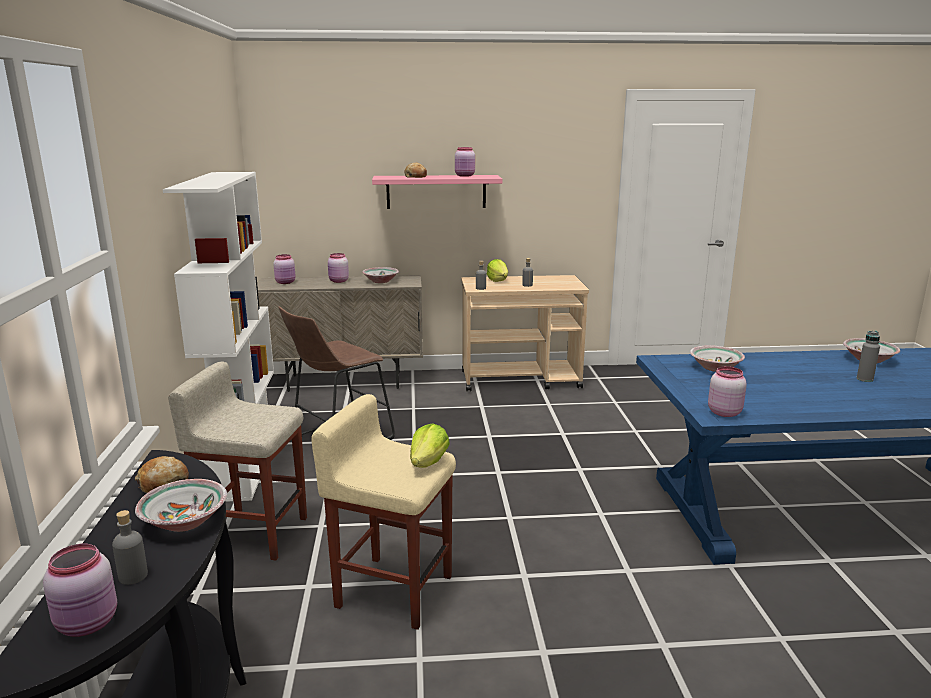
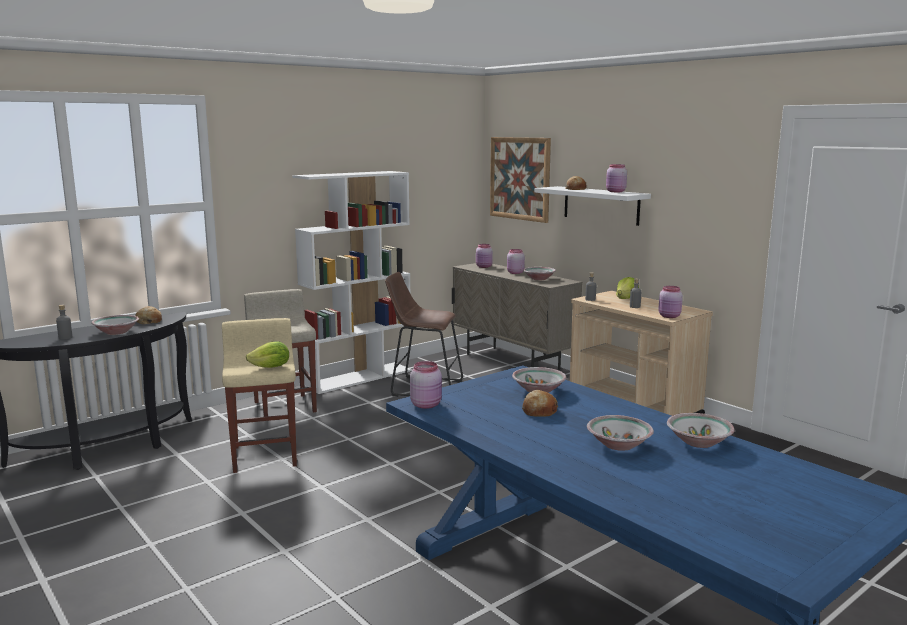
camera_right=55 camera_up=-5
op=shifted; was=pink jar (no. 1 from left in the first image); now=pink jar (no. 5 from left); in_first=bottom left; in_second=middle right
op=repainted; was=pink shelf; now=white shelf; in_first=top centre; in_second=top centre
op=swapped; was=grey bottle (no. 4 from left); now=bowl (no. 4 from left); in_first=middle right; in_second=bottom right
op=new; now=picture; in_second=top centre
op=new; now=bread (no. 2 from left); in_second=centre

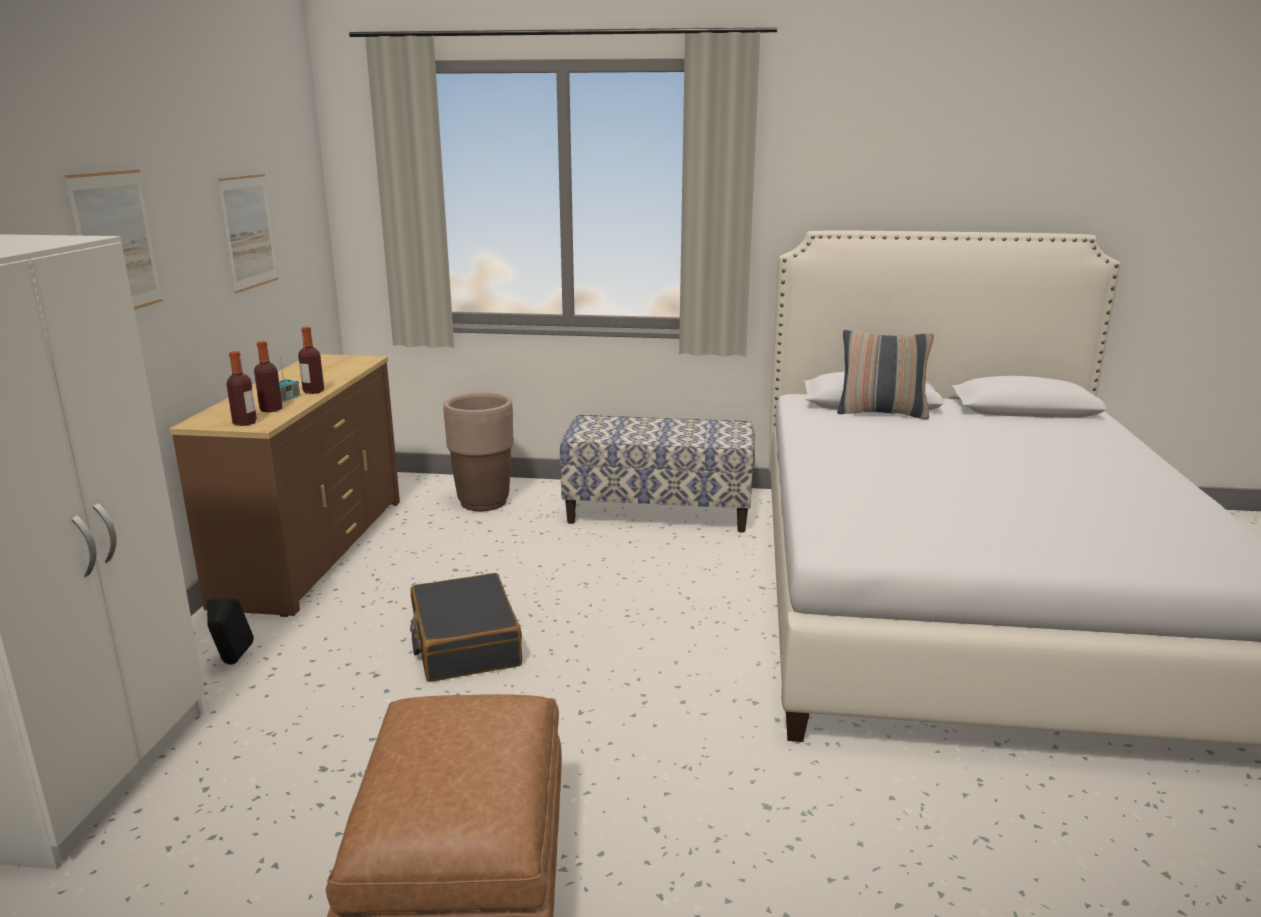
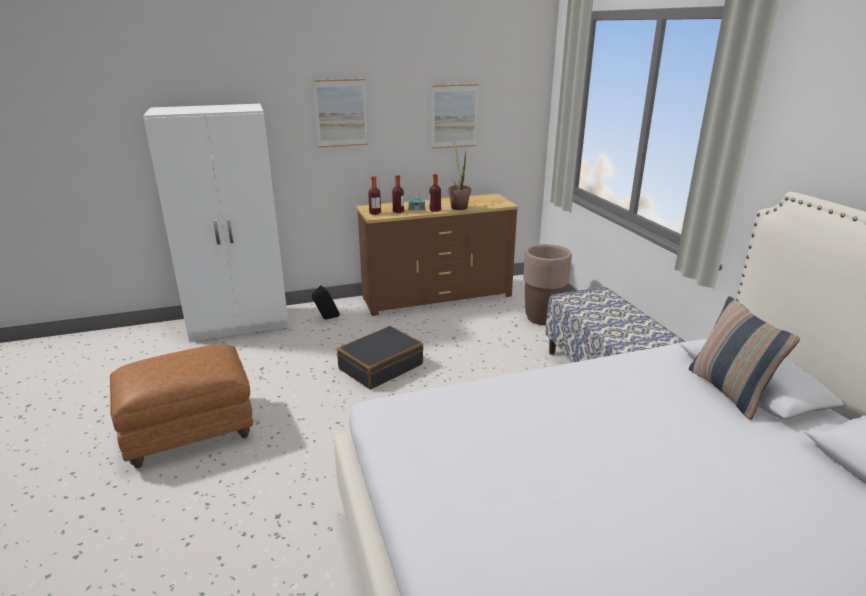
camera_right=65 camera_up=5
op=new; now=potted plant; in_second=top centre

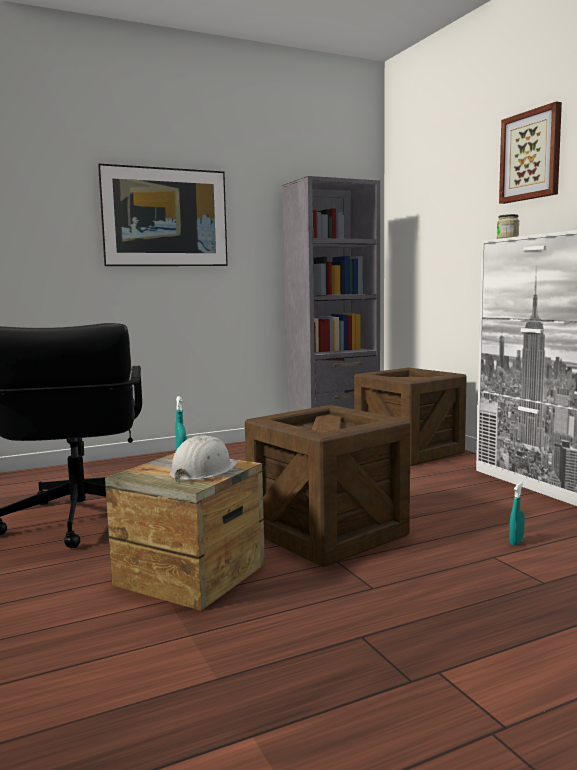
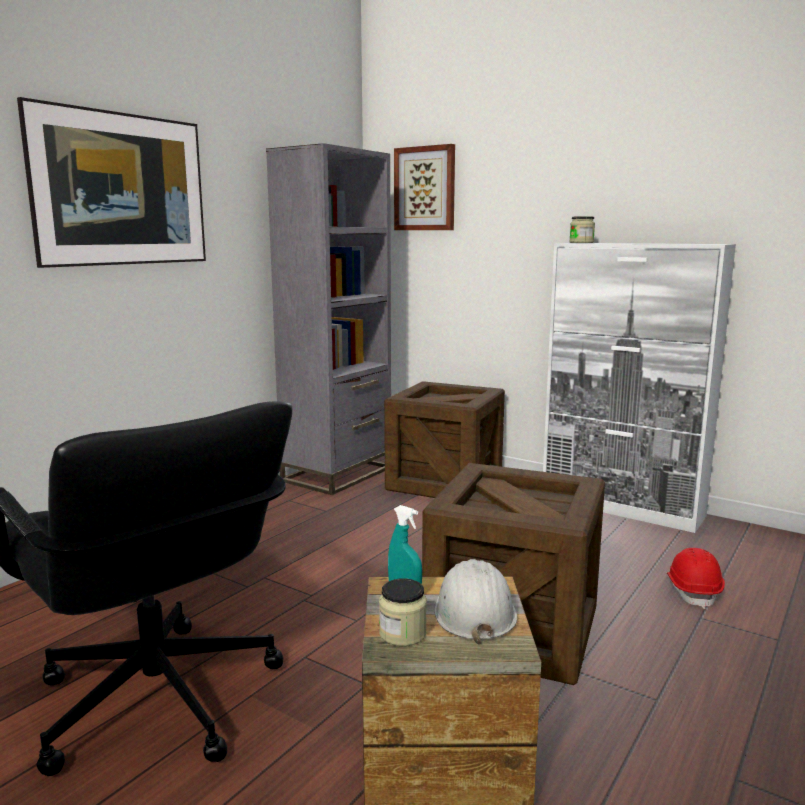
camera_right=-30 camera_up=5
op=shifted; was=picture (no. 2 from left); in_first=top right; in_second=top centre
op=swapped; was=turquoise spray bottle (no. 2 from left); now=red hard hat; in_first=bottom right; in_second=bottom right
op=new; now=jar (no. 1 from left); in_second=bottom centre

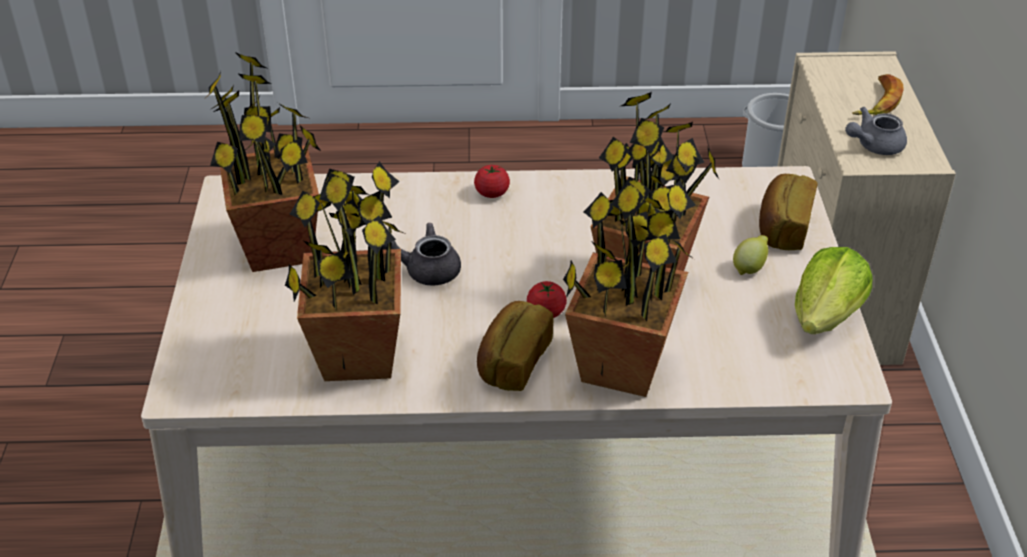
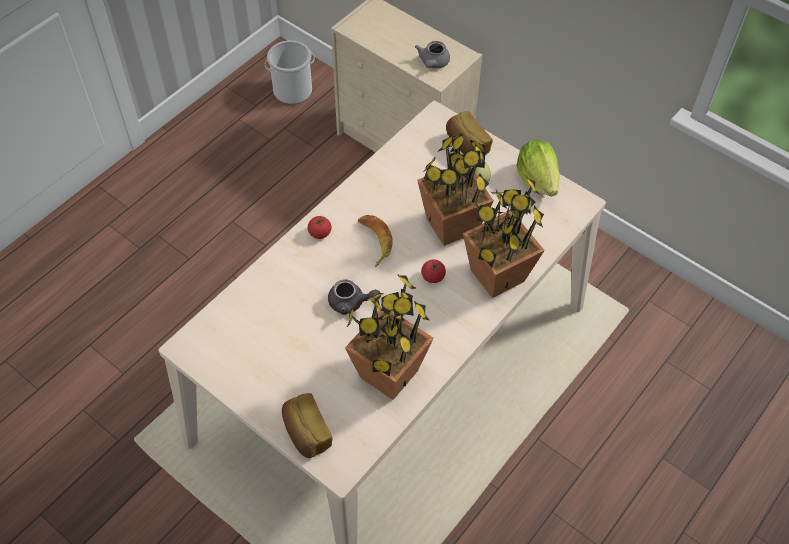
camera_right=-50 camera_up=15
op=gone; was=potted plant (no. 1 from left); in_first=top left
op=rotated; was=grey teapot (no. 1 from left); in_first=centre; in_second=centre; clockwise=-120
op=shifted; was=bread (no. 1 from left); in_first=centre; in_second=bottom centre
op=shifted; was=banana; in_first=top right; in_second=centre

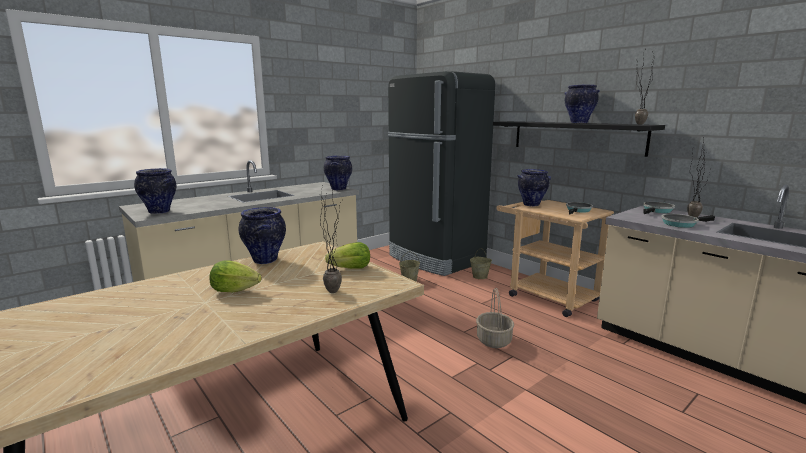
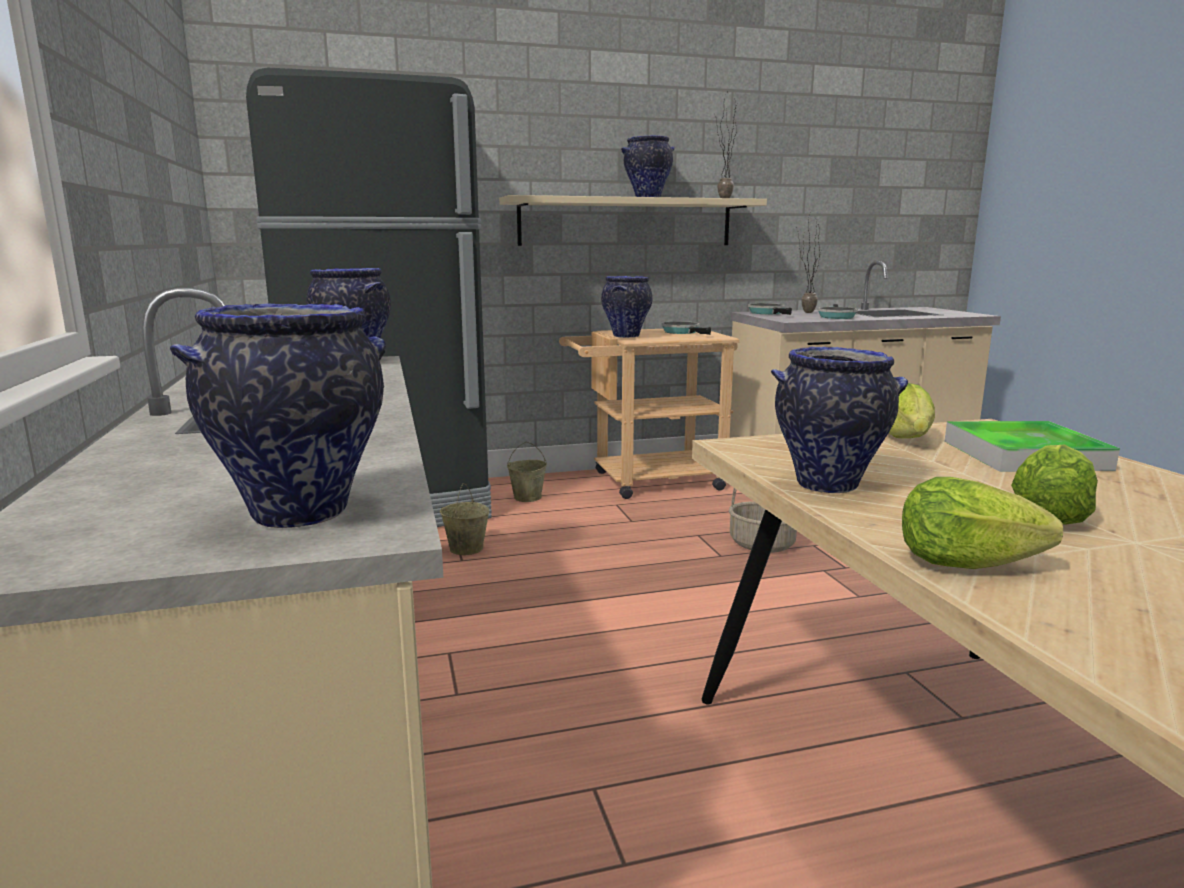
camera_right=-65 camera_up=0
op=swapped; was=potted plant (no. 1 from left); now=tray; in_first=centre; in_second=middle right
op=repainted; was=black shelf; now=beige shelf; in_first=top right; in_second=top centre
op=new; now=lettuce (no. 2 from left); in_second=middle right

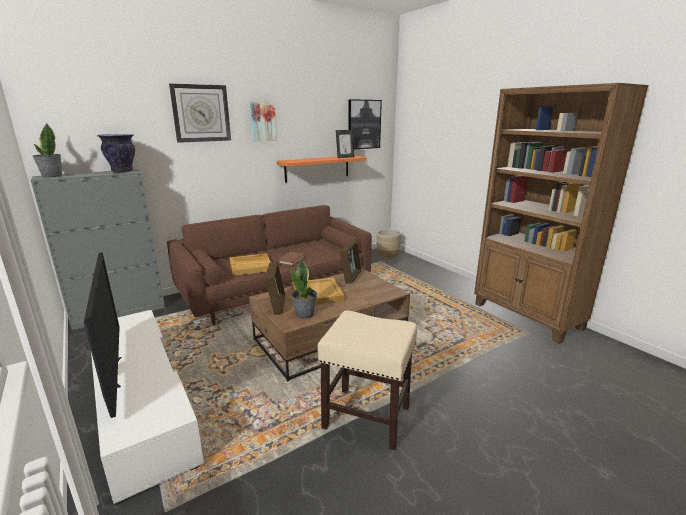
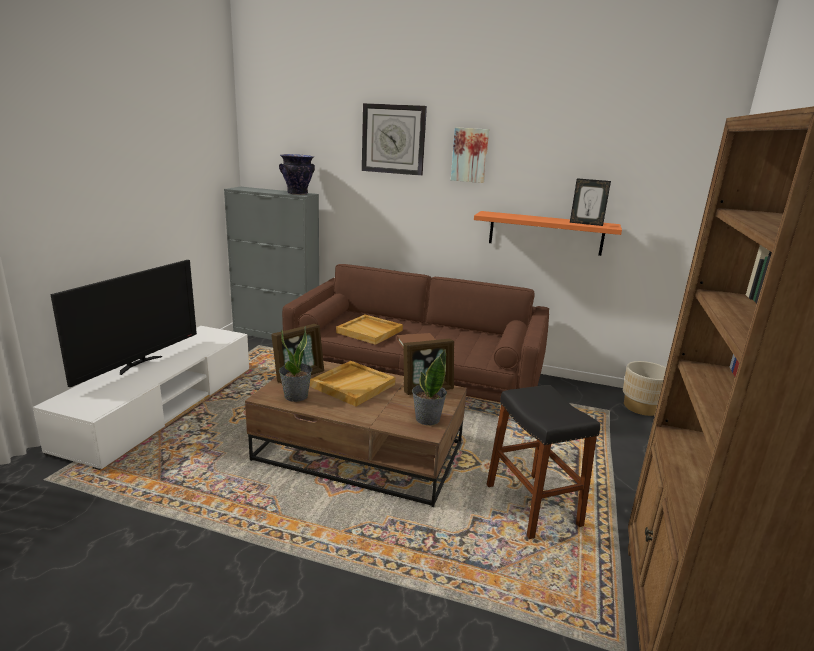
camera_right=50 camera_up=0
op=shifted; was=potted plant (no. 1 from left in the first image); now=potted plant (no. 2 from left); in_first=top left; in_second=centre
op=gone; was=beige stool; in_first=bottom centre
op=gone; was=picture (no. 2 from left); in_first=top centre
op=new; now=black stool; in_second=bottom right

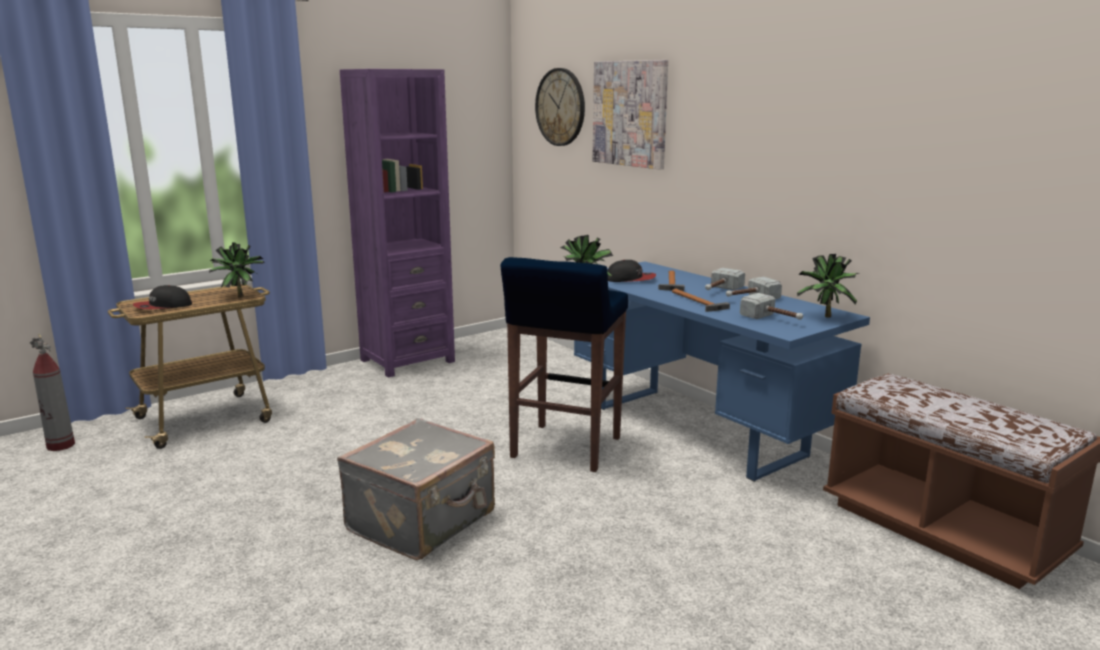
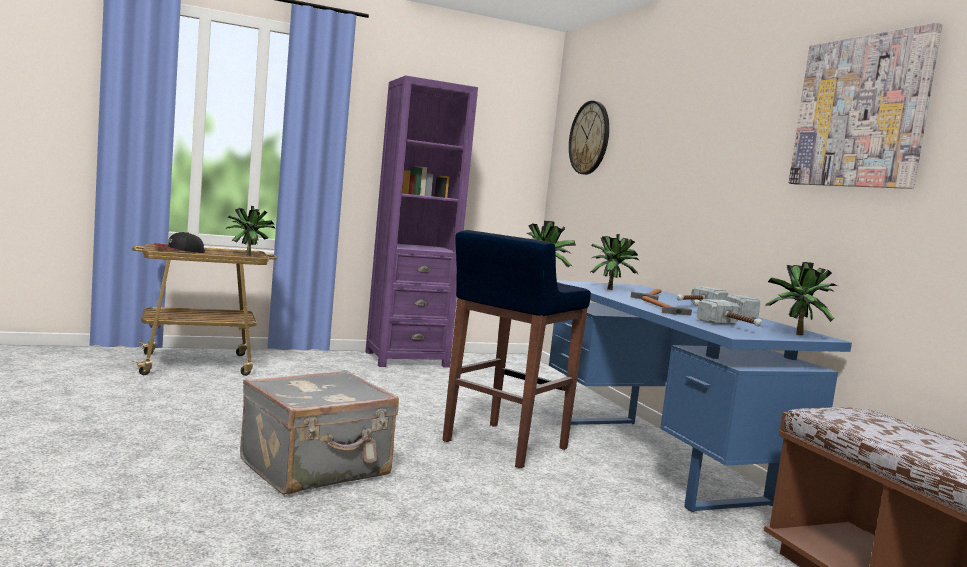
camera_right=15 camera_up=-10
op=gone; was=fire extinguisher; in_first=middle left
op=shifted; was=picture; in_first=top centre; in_second=top right
op=swapped; was=cap (no. 2 from left); now=potted plant (no. 3 from left); in_first=centre; in_second=centre

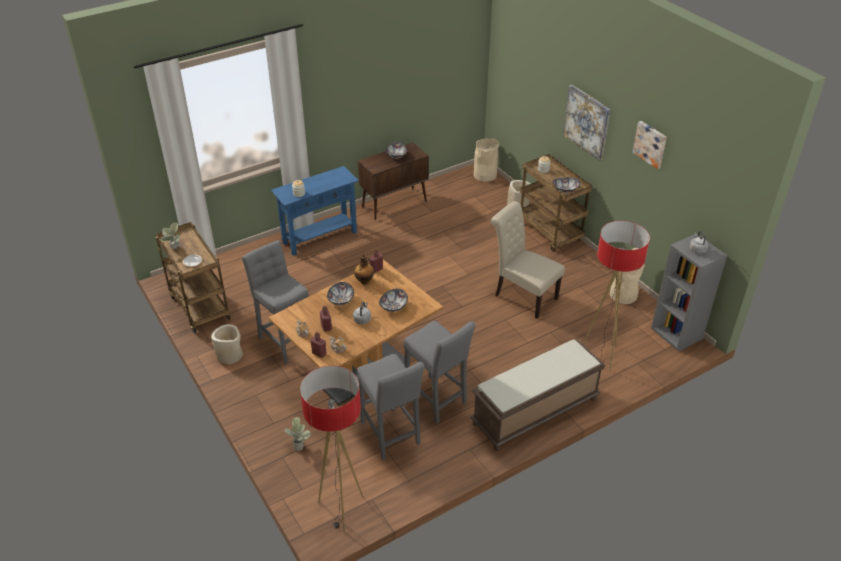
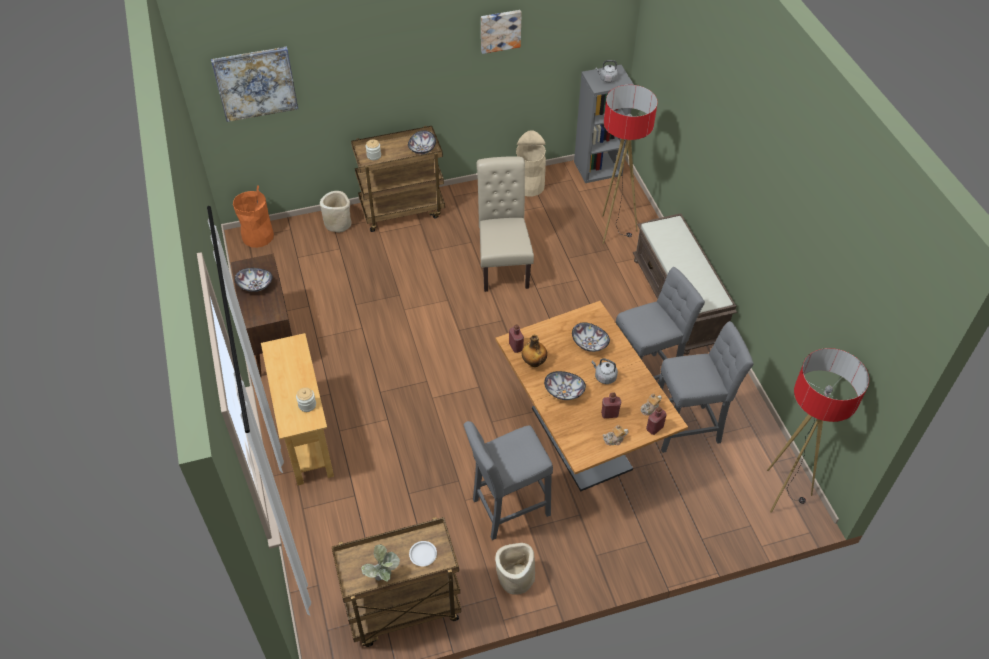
camera_right=-75 camera_up=10
op=repainted; was=blue console table; now=beige console table; in_first=centre; in_second=middle left
op=gone; was=potted plant (no. 2 from left); in_first=bottom centre
op=repainted; was=beige trash can (no. 1 from left); now=orange trash can; in_first=top centre; in_second=top left
op=rotated; was=beige chair; in_first=centre; in_second=centre; clockwise=120
op=shifted; was=picture (no. 1 from left); in_first=top right; in_second=top left

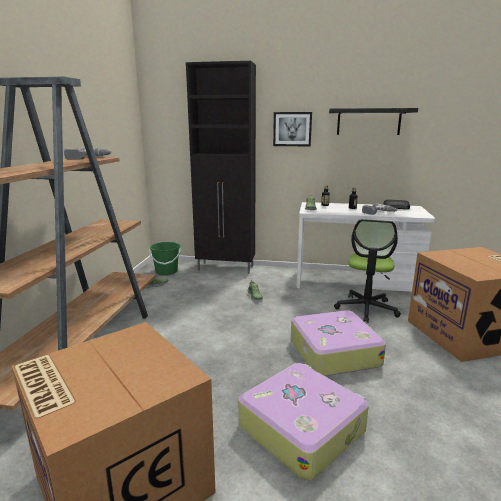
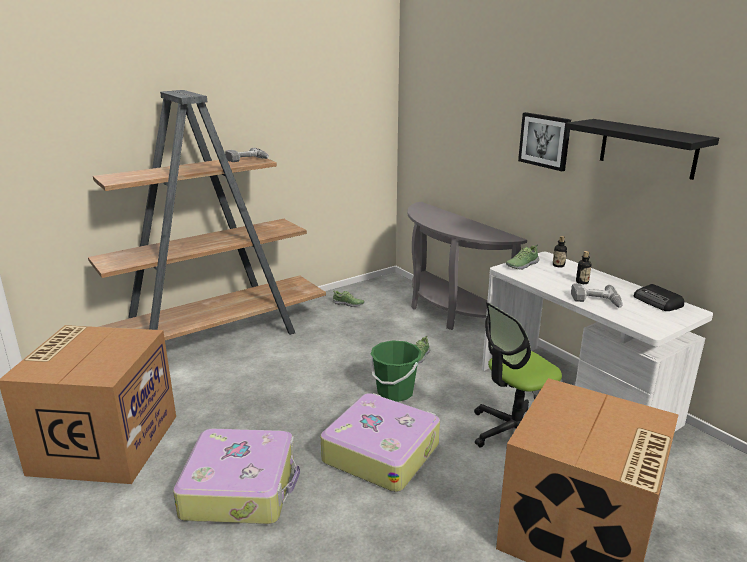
camera_right=45 camera_up=5
op=shifted; was=green bucket; in_first=middle left; in_second=centre
op=swapped; was=black cabinet; now=grey console table; in_first=centre; in_second=centre

